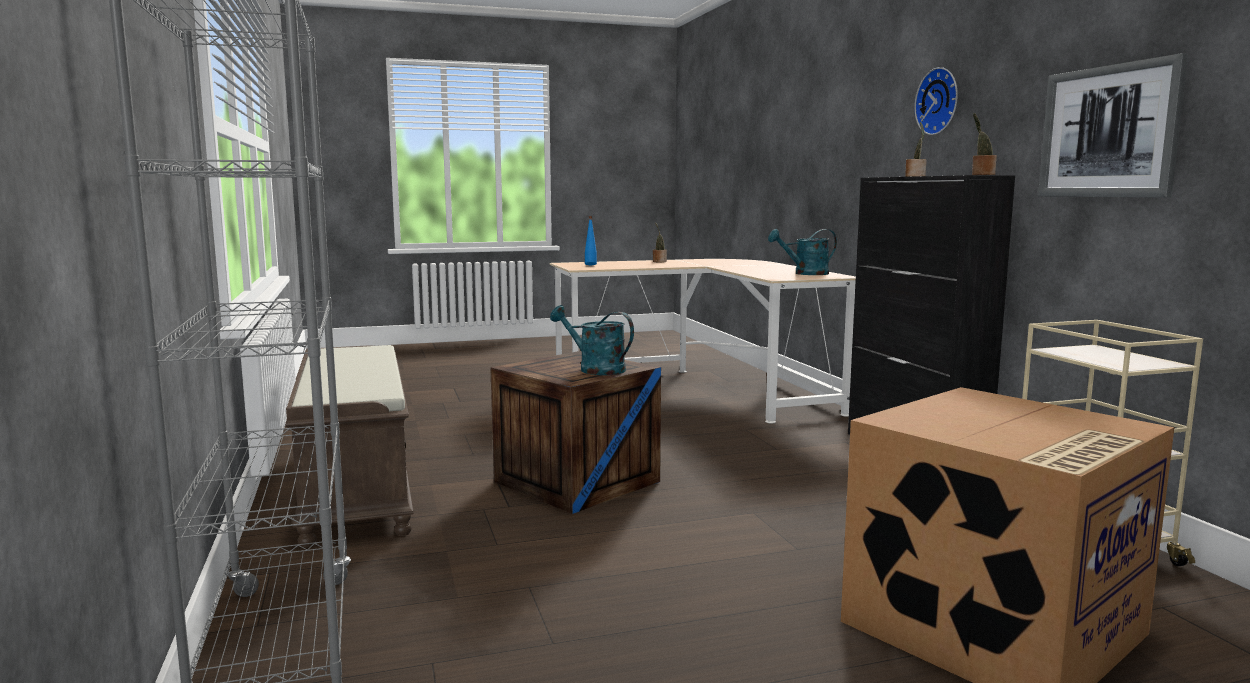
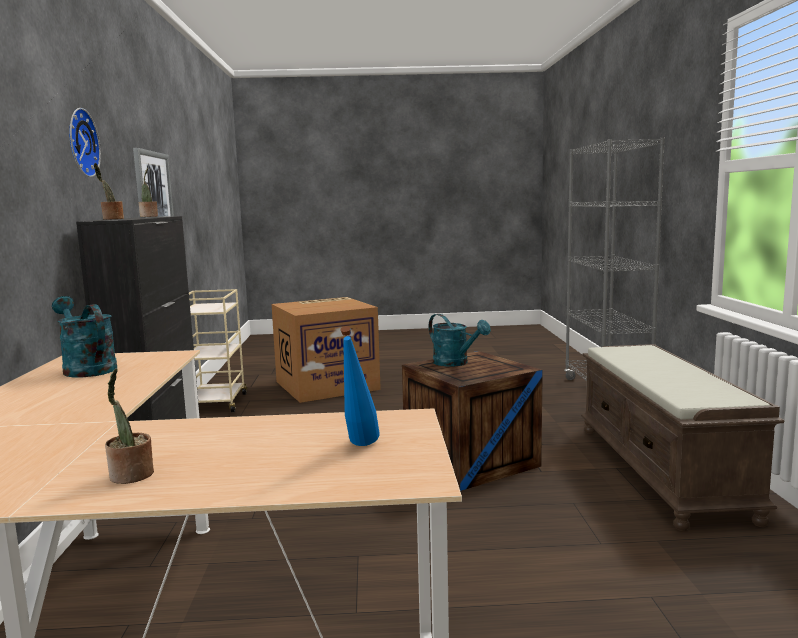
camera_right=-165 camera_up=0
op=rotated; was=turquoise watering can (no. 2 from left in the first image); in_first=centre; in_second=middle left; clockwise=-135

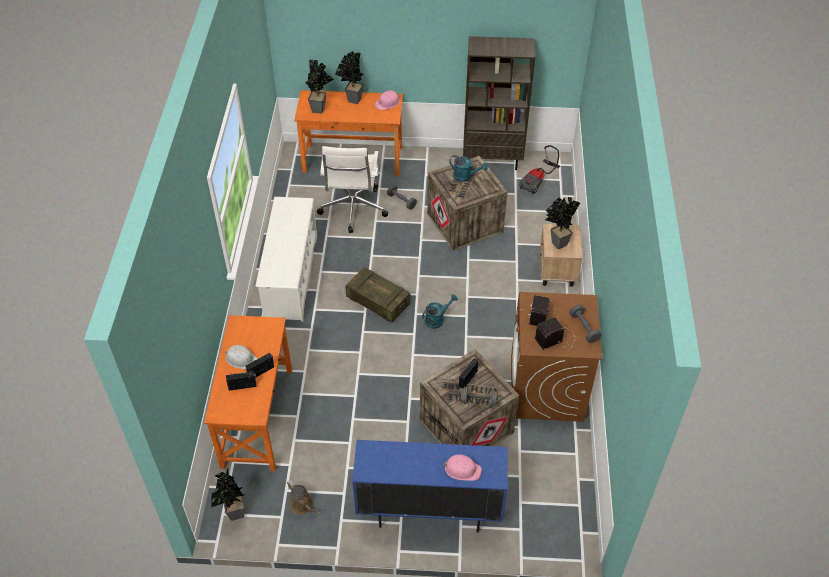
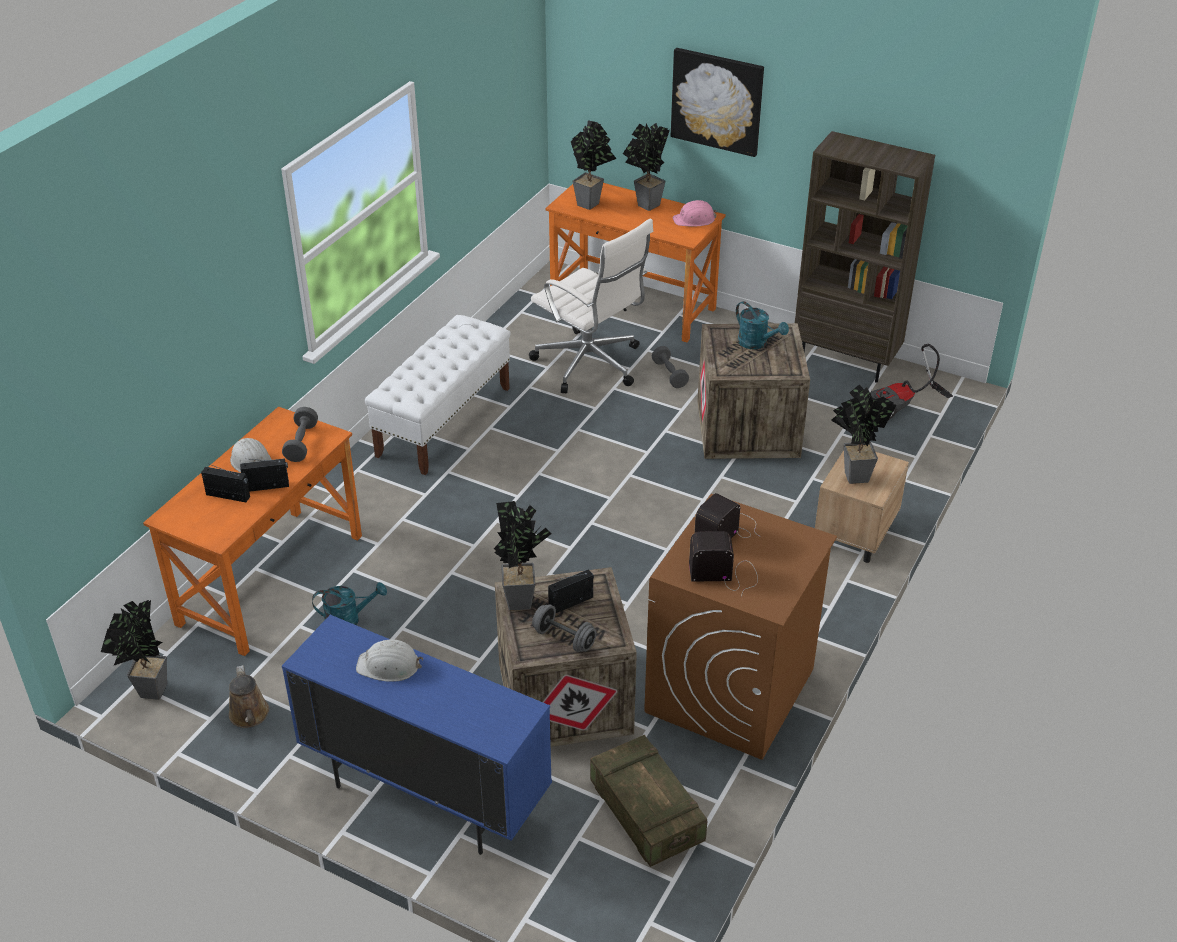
camera_right=25 camera_up=-10
op=swapped; was=white shoe rack; now=white bench; in_first=centre; in_second=centre
op=rotated; was=white office chair; in_first=top centre; in_second=top centre; clockwise=-75
op=shifted; was=crate (no. 1 from left in the first image); now=crate (no. 2 from left); in_first=centre; in_second=bottom centre
op=shifted; was=turquoise watering can (no. 1 from left); in_first=centre; in_second=middle left
op=gone; was=pink hard hat (no. 2 from left); in_first=bottom centre
op=shifted; was=grey dumbbell (no. 3 from left in the first image); now=grey dumbbell (no. 1 from left); in_first=middle right; in_second=middle left
op=new; now=white hard hat (no. 2 from left); in_second=bottom left
op=new; now=potted plant (no. 2 from left); in_second=centre
op=new; now=picture; in_second=top centre

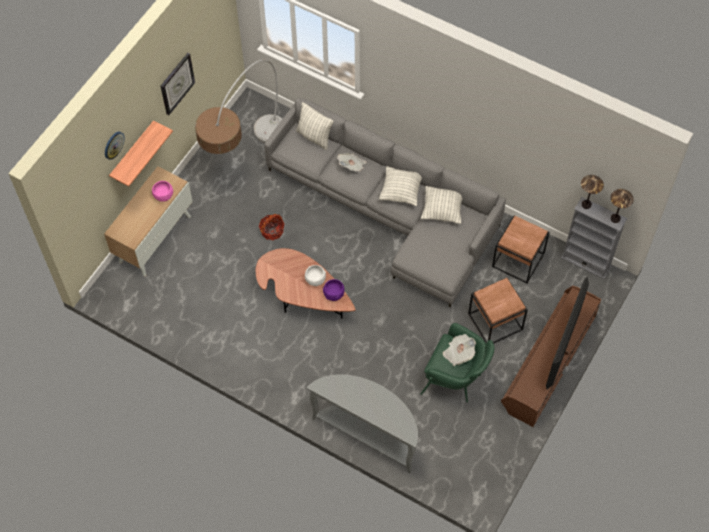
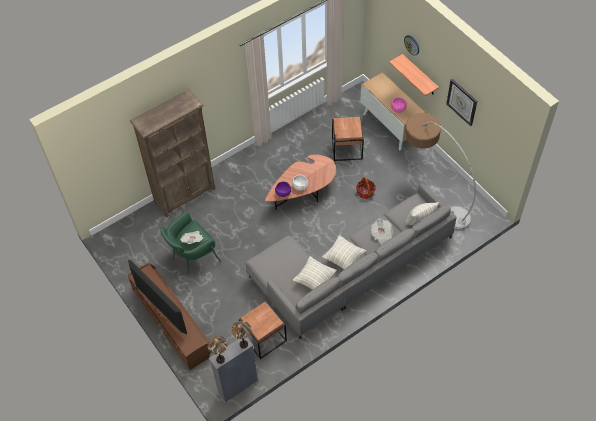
camera_right=115 camera_up=-5
op=swapped; was=grey console table; now=brown bookcase; in_first=bottom centre; in_second=middle left
op=shifted; was=brown side table (no. 1 from left in the first image); now=brown side table (no. 2 from left); in_first=middle right; in_second=top centre

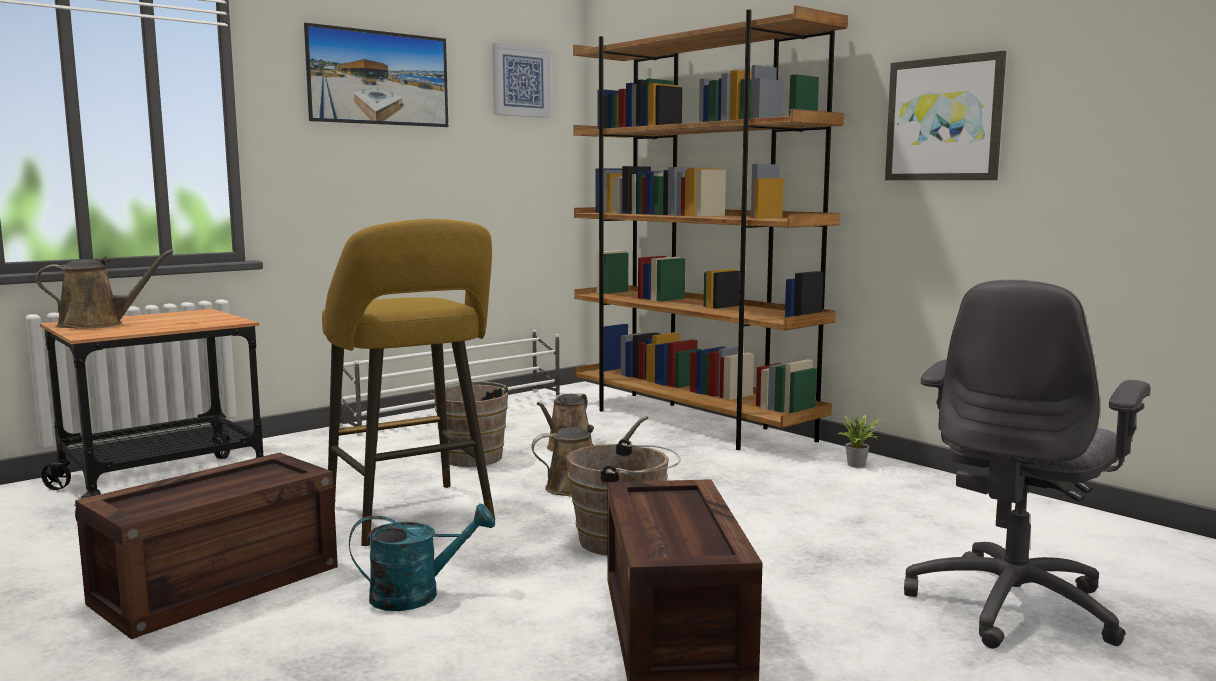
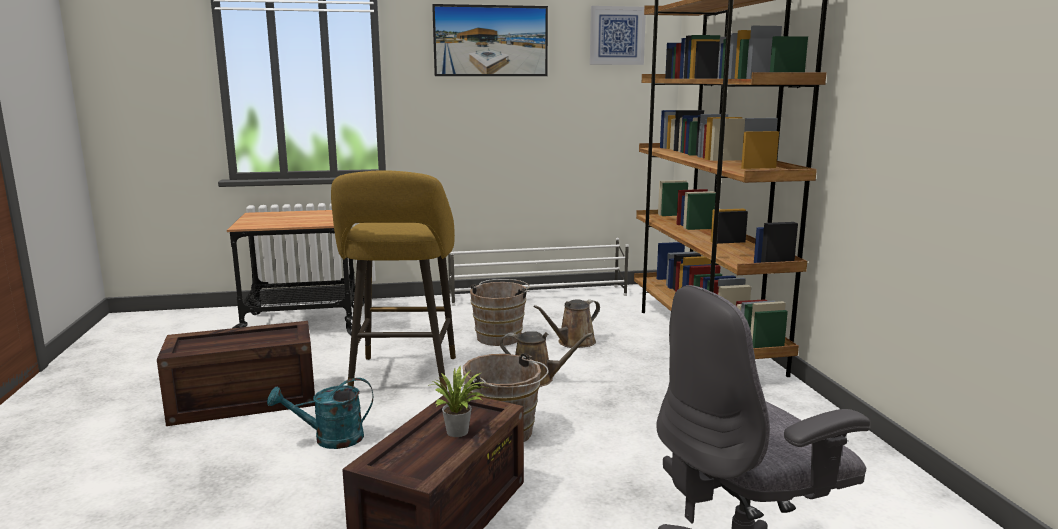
camera_right=30 camera_up=5
op=gone; was=brown watering can (no. 1 from left); in_first=middle left
op=rotated; was=turquoise watering can; in_first=bottom centre; in_second=bottom left; clockwise=150
op=shifted; was=potted plant; in_first=middle right; in_second=bottom centre
op=gone; was=picture (no. 3 from left); in_first=top right

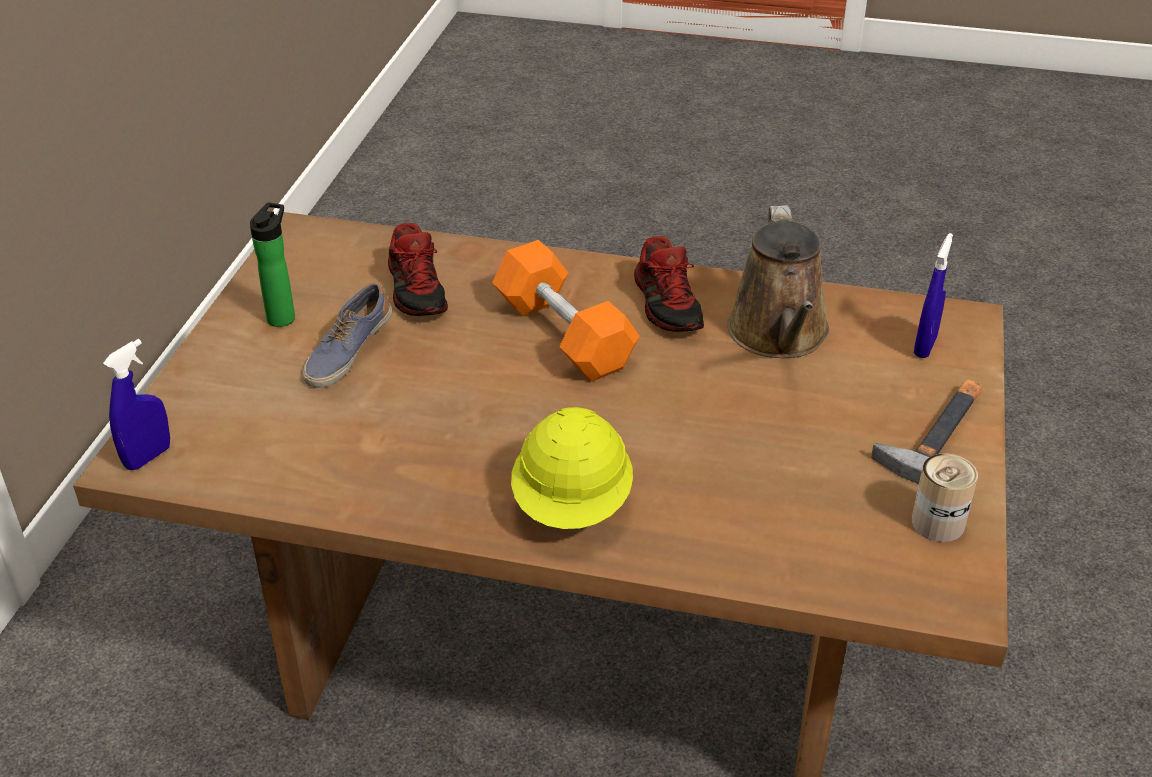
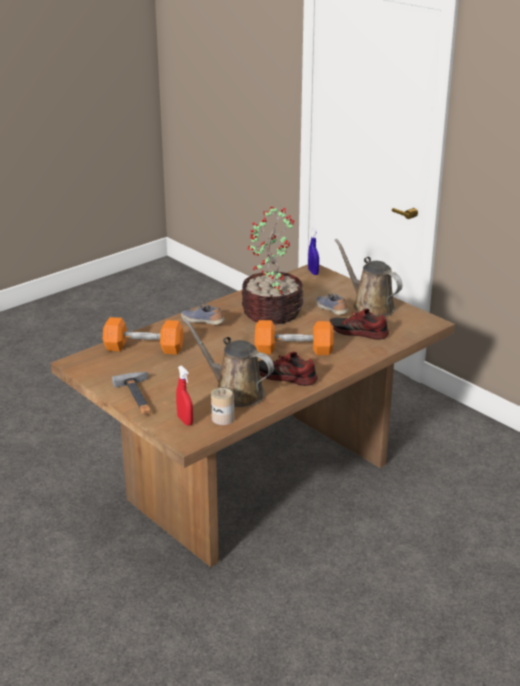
camera_right=125 camera_up=-10
op=swapped; was=bottle; now=brown watering can (no. 2 from left); in_first=middle left; in_second=middle right
op=swapped; was=yellow hard hat; now=shoe (no. 1 from left); in_first=centre; in_second=centre
op=shifted; was=can; in_first=middle right; in_second=centre
op=repainted; was=blue spray bottle (no. 2 from left); now=red spray bottle; in_first=middle right; in_second=centre
op=new; now=orange dumbbell (no. 1 from left); in_second=middle left
op=new; now=potted plant; in_second=centre

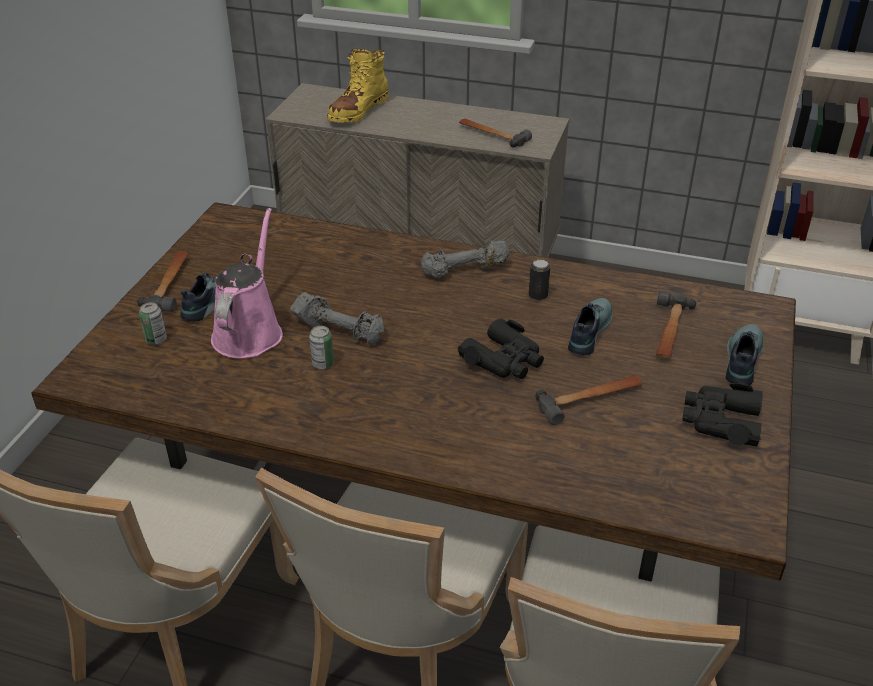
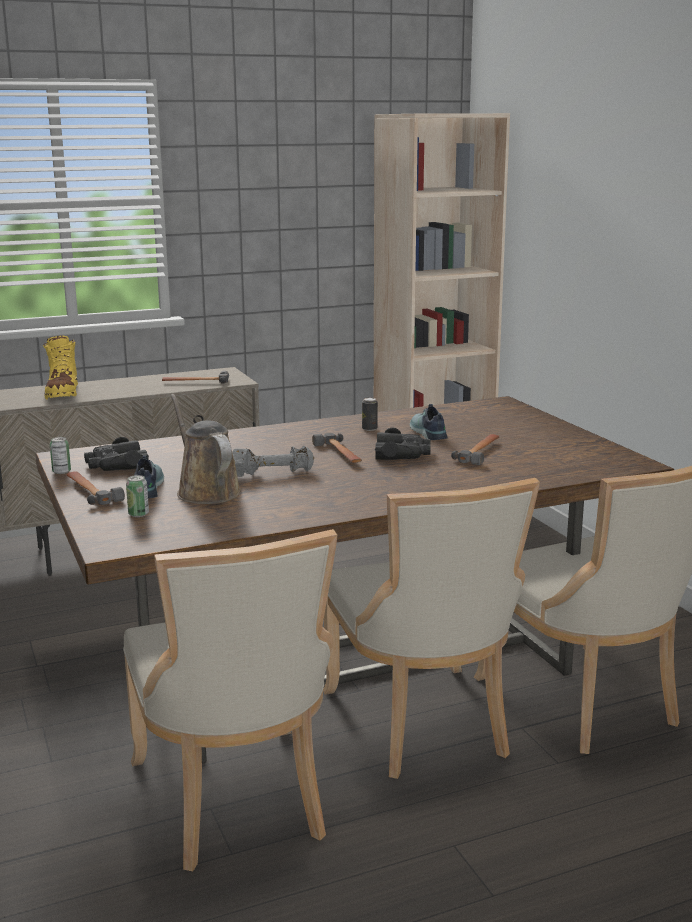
camera_right=-40 camera_up=-20
op=repainted; was=pink watering can; now=brown watering can; in_first=middle left; in_second=middle left
op=shifted; was=can (no. 2 from left in the first image); now=can (no. 1 from left); in_first=centre; in_second=middle left
op=gone; was=grey dumbbell (no. 2 from left); in_first=centre
op=shifted; was=hammer (no. 4 from left in the first image); now=hammer (no. 3 from left); in_first=middle right; in_second=centre
op=shifted; was=black binoculars (no. 2 from left in the first image); now=black binoculars (no. 1 from left); in_first=middle right; in_second=middle left
op=gone; was=shoe (no. 3 from left); in_first=middle right

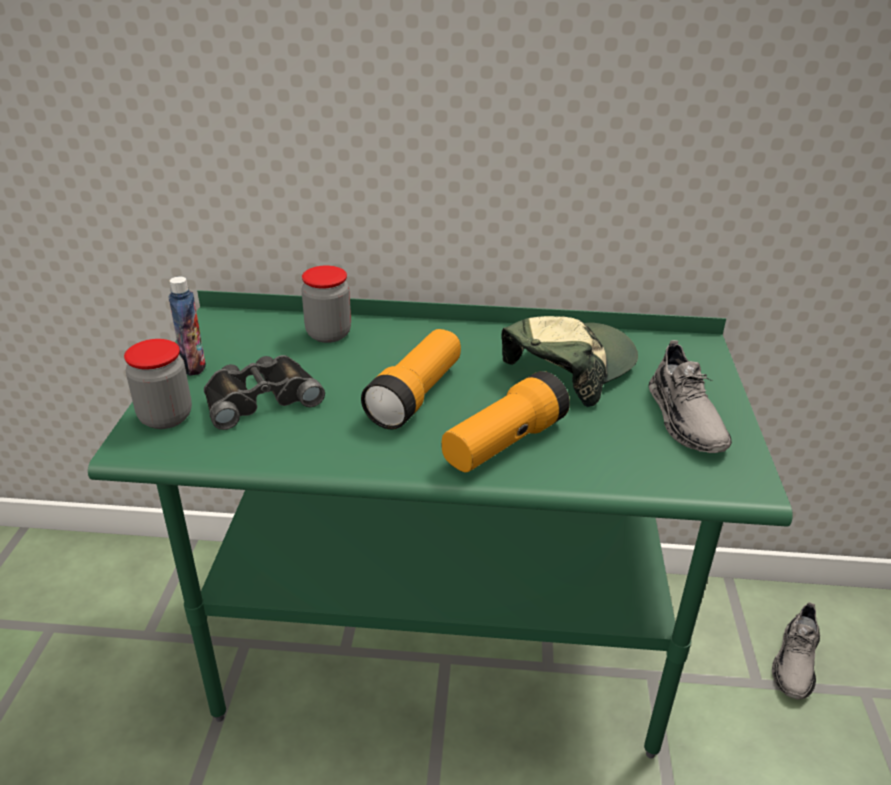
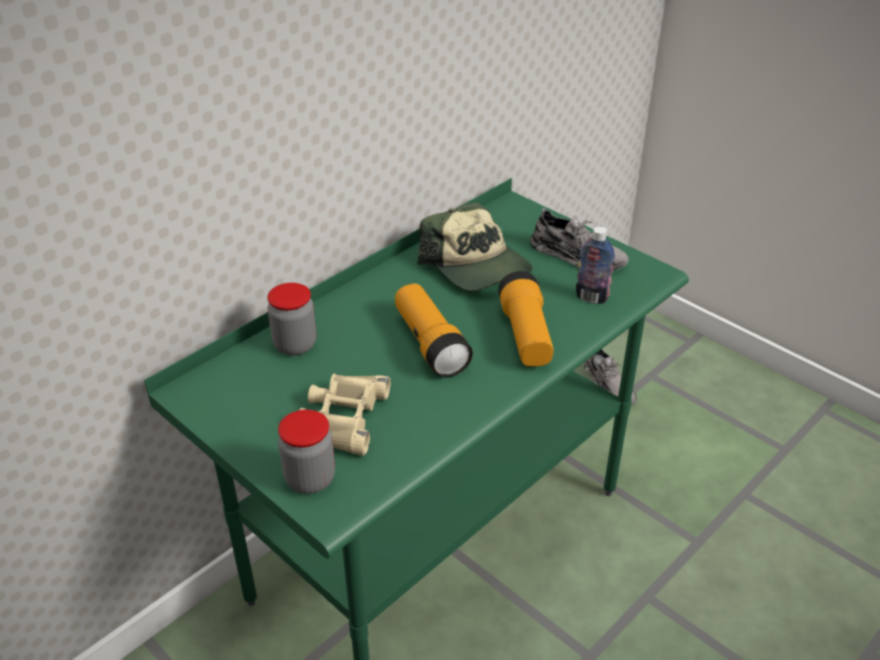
camera_right=-50 camera_up=5
op=shifted; was=bottle; in_first=middle left; in_second=middle right
op=repainted; was=black binoculars; now=beige binoculars; in_first=middle left; in_second=centre
op=rotated; was=cap; in_first=centre; in_second=centre; clockwise=150

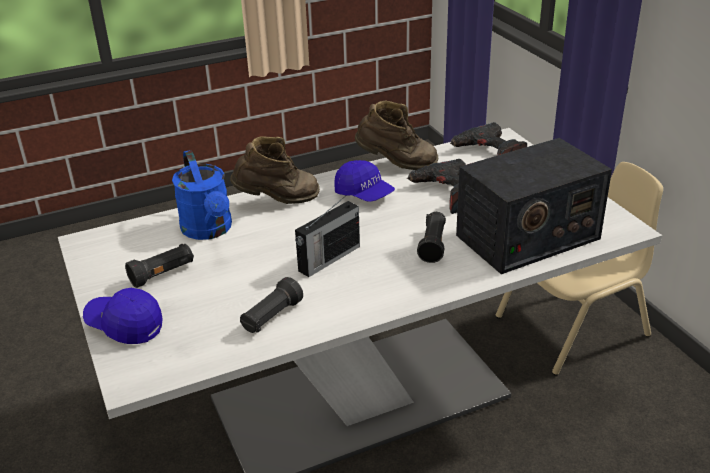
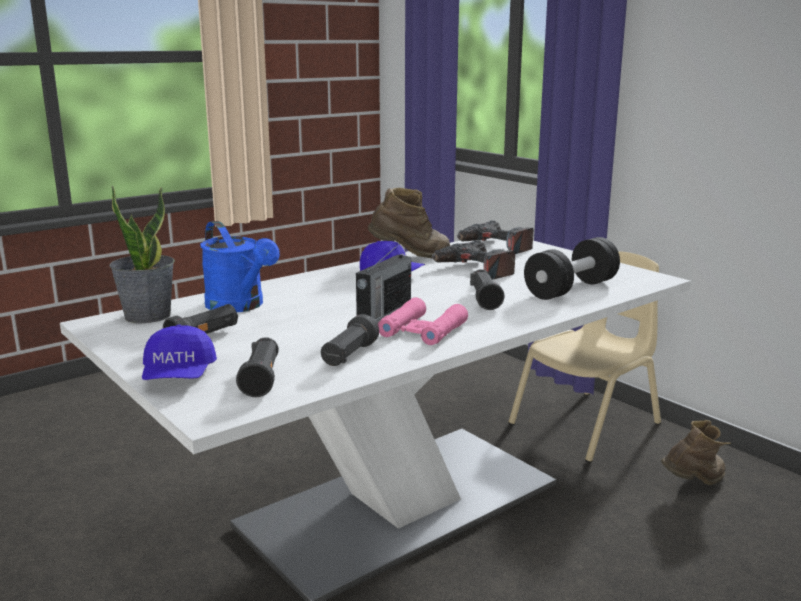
camera_right=-15 camera_up=-15
op=rotated; was=blue cap (no. 1 from left); in_first=bottom left; in_second=middle left; clockwise=-105
op=shifted; was=brown boot (no. 1 from left in the first image); now=brown boot (no. 2 from left); in_first=centre; in_second=bottom right
op=swapped; was=radio (no. 2 from left); now=black dumbbell; in_first=middle right; in_second=middle right
op=new; now=potted plant; in_second=middle left
op=new; now=black flashlight (no. 2 from left); in_second=middle left
op=new; now=pink binoculars; in_second=centre

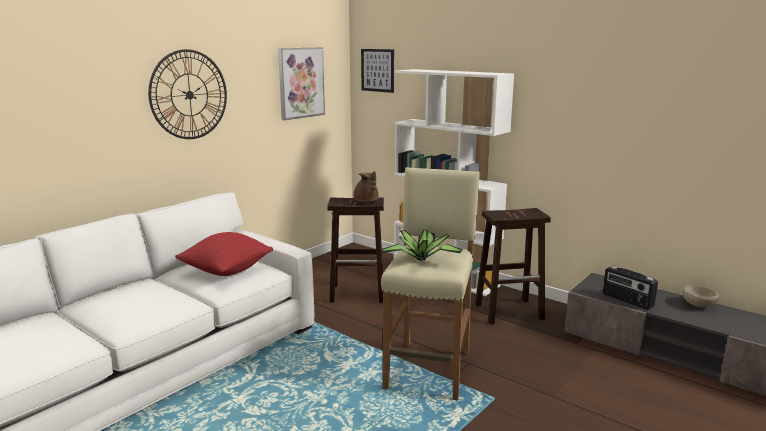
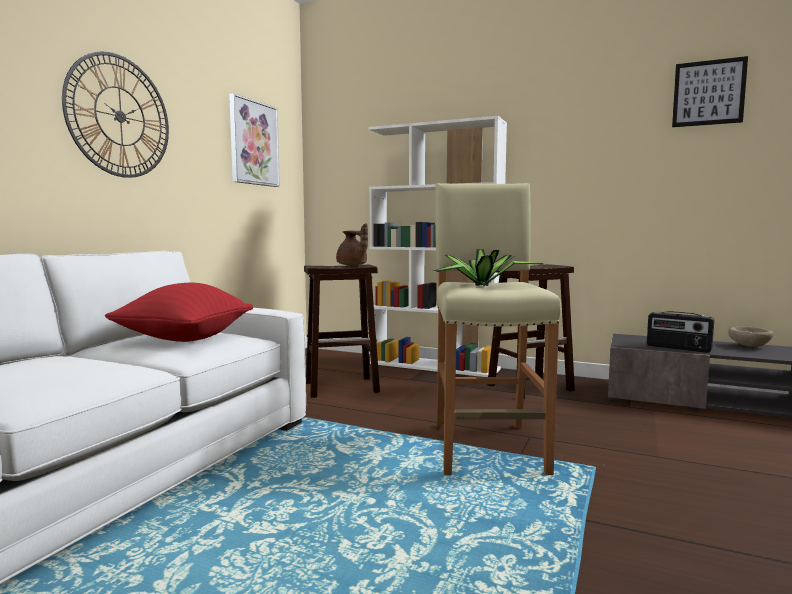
camera_right=-15 camera_up=-10
op=shifted; was=picture (no. 2 from left); in_first=top centre; in_second=top right

